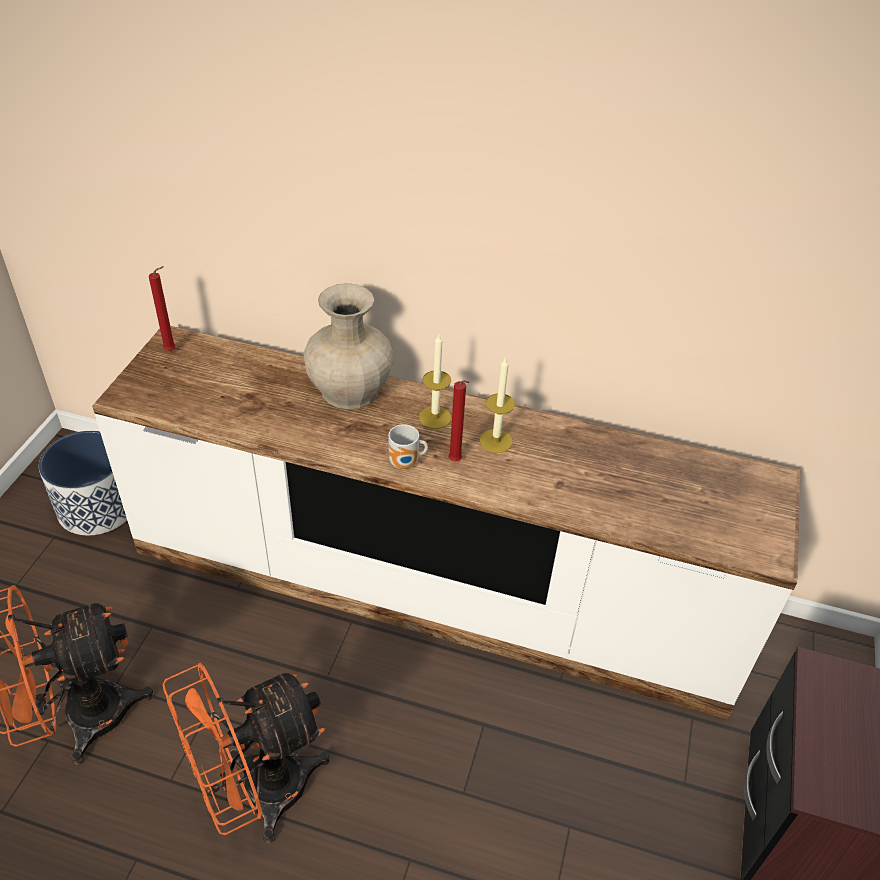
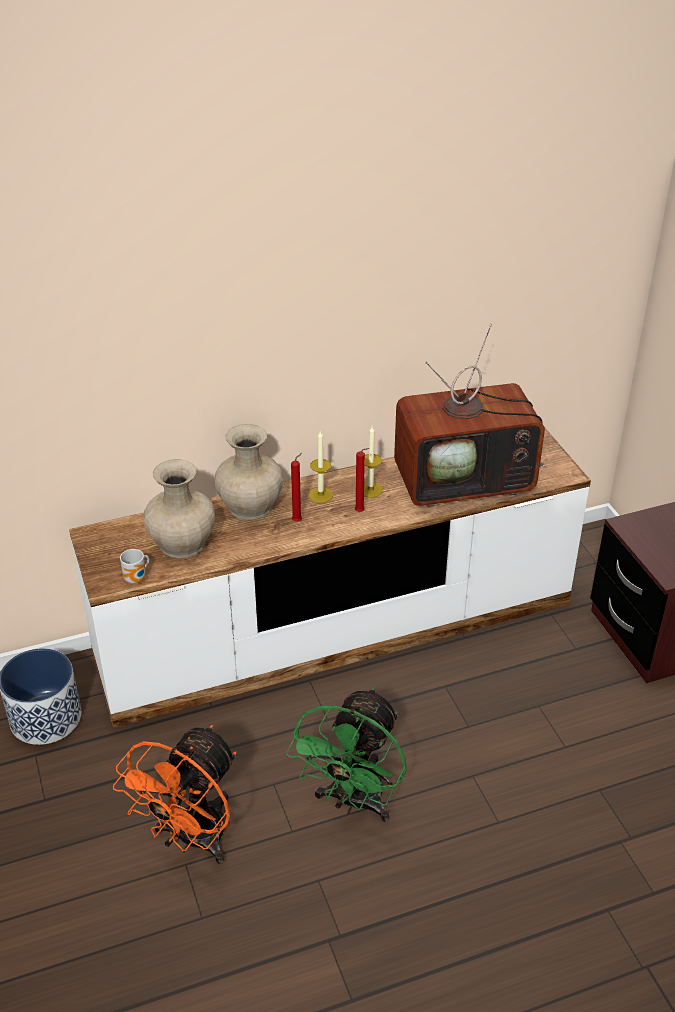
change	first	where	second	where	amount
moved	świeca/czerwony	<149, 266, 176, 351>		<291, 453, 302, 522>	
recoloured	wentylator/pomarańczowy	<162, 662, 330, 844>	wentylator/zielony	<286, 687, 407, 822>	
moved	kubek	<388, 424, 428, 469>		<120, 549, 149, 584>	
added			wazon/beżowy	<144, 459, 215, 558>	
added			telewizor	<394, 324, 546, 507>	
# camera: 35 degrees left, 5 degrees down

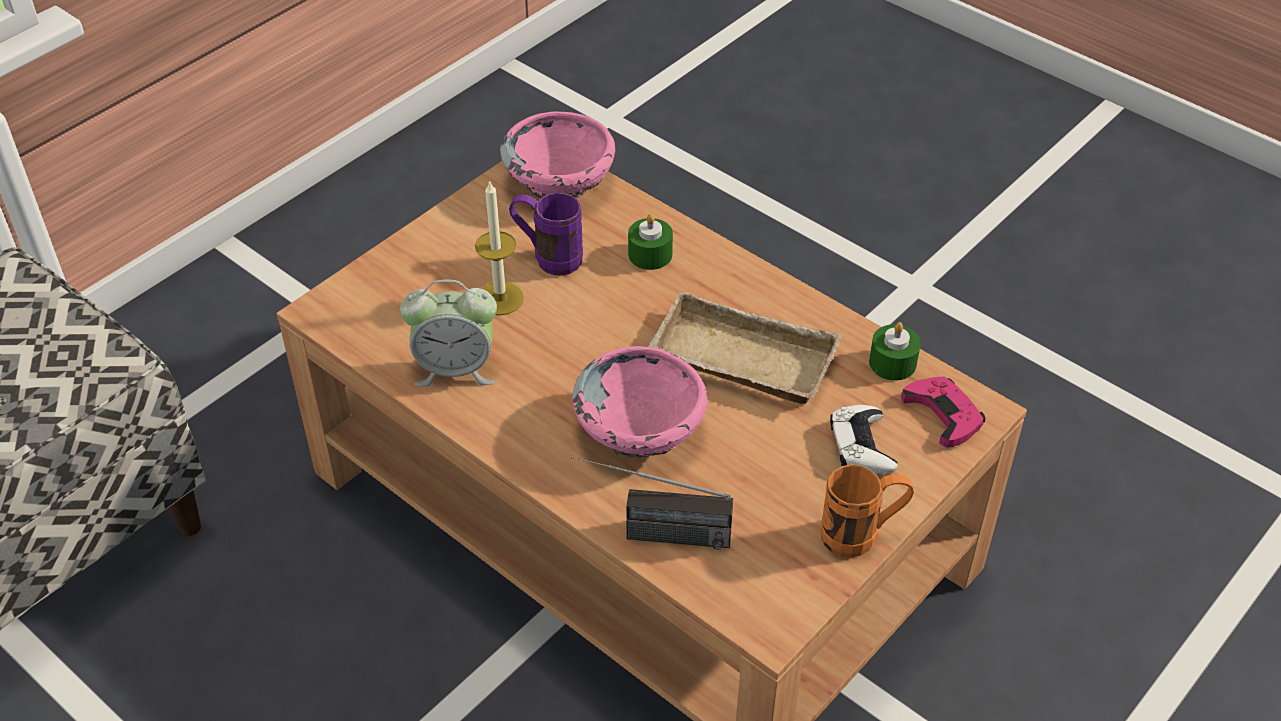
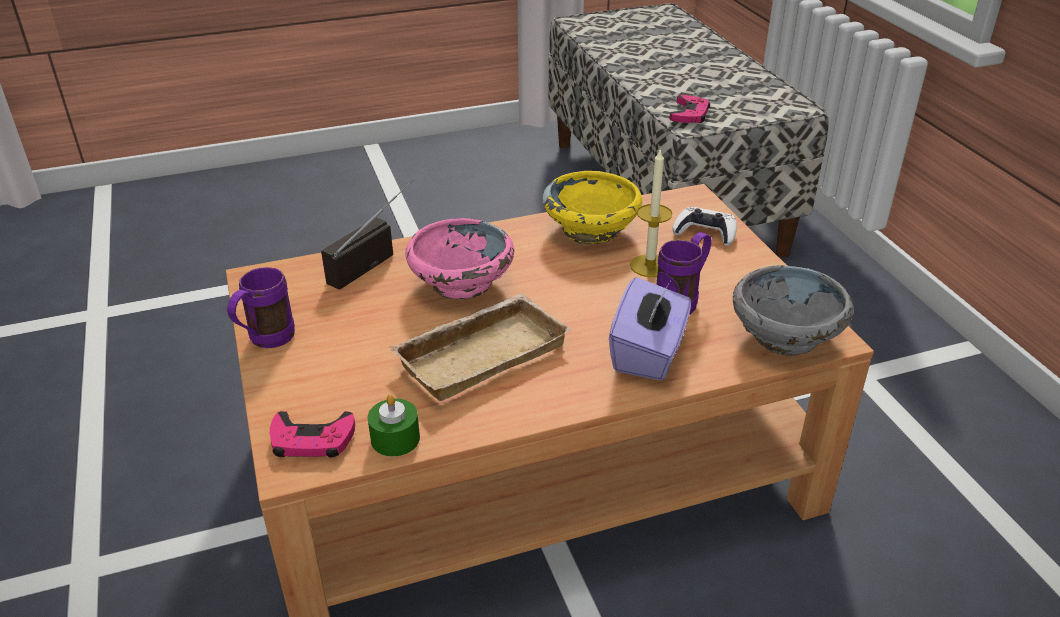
change	first	where	second	where	amount
replaced	budzik	<400, 279, 497, 386>	miska/żółty	<543, 171, 642, 244>	
recoloured	miska/różowy	<500, 111, 615, 199>	miska/szary	<733, 265, 854, 356>	
replaced	świeca/zielony	<628, 214, 673, 270>	pudełko chusteczek/fioletowy	<609, 277, 691, 381>	
recoloured	kubek/pomarańczowy	<821, 464, 914, 558>	kubek/fioletowy	<227, 267, 295, 348>	
moved	pad do gier/biały	<830, 405, 898, 474>		<673, 207, 737, 246>	
added			pad do gier/różowy	<669, 95, 710, 123>	
# camera: 120 degrees right, 10 degrees down

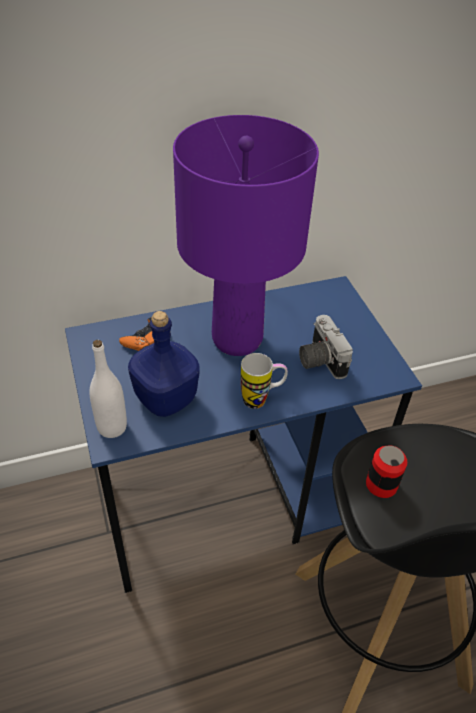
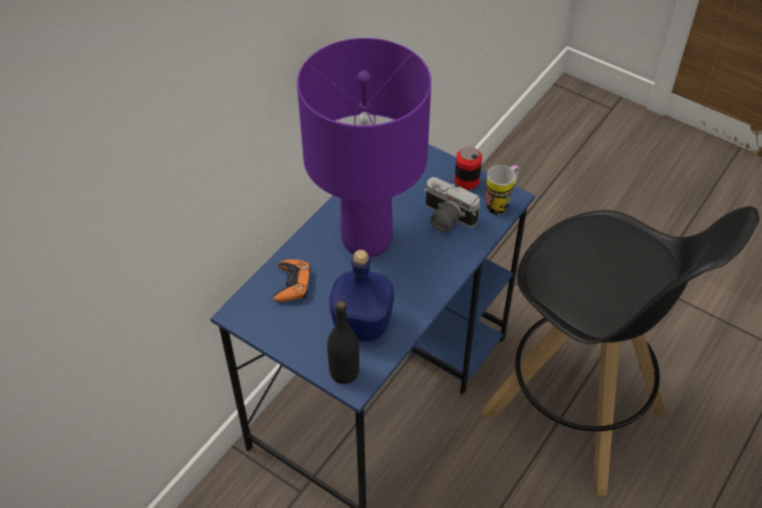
change	first	where	second	where	amount
recoloured	butelka/biały	<89, 340, 127, 438>	butelka/czarny	<327, 301, 359, 384>	
moved	kubek	<241, 353, 288, 409>		<486, 165, 520, 215>	
moved	puszka	<366, 445, 407, 498>		<454, 147, 482, 190>	
# camera: 35 degrees left, 5 degrees up

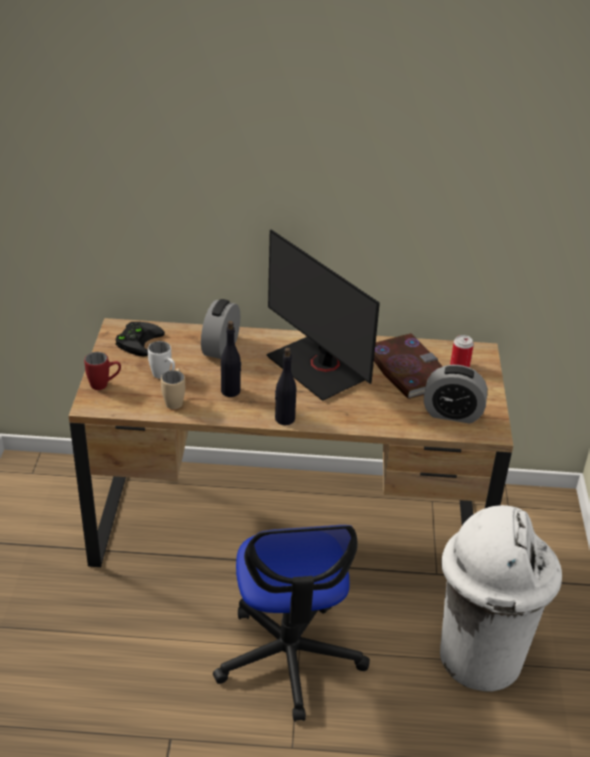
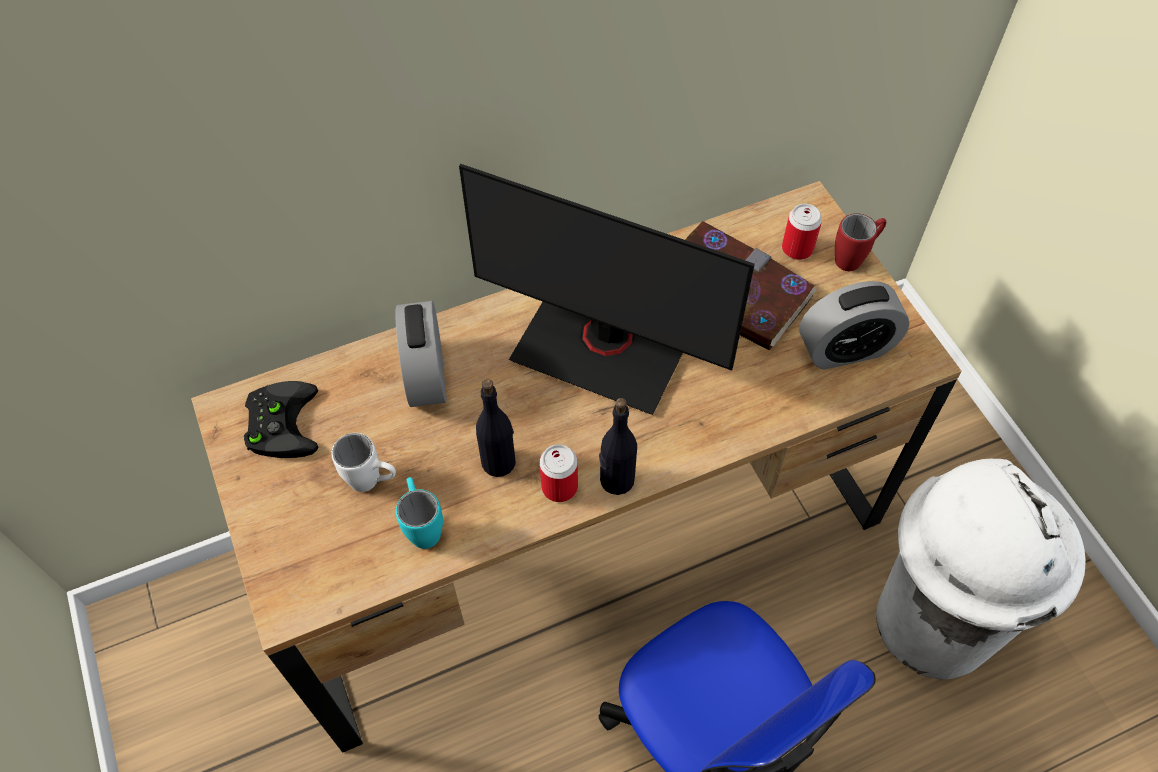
change	first	where	second	where	amount
moved	kubek/czerwony	<84, 352, 121, 390>		<835, 213, 886, 271>	
recoloured	kubek/beżowy	<161, 368, 185, 409>	kubek/turkusowy	<396, 477, 443, 549>	
added			puszka	<540, 444, 578, 502>	
# camera: 25 degrees left, 20 degrees up

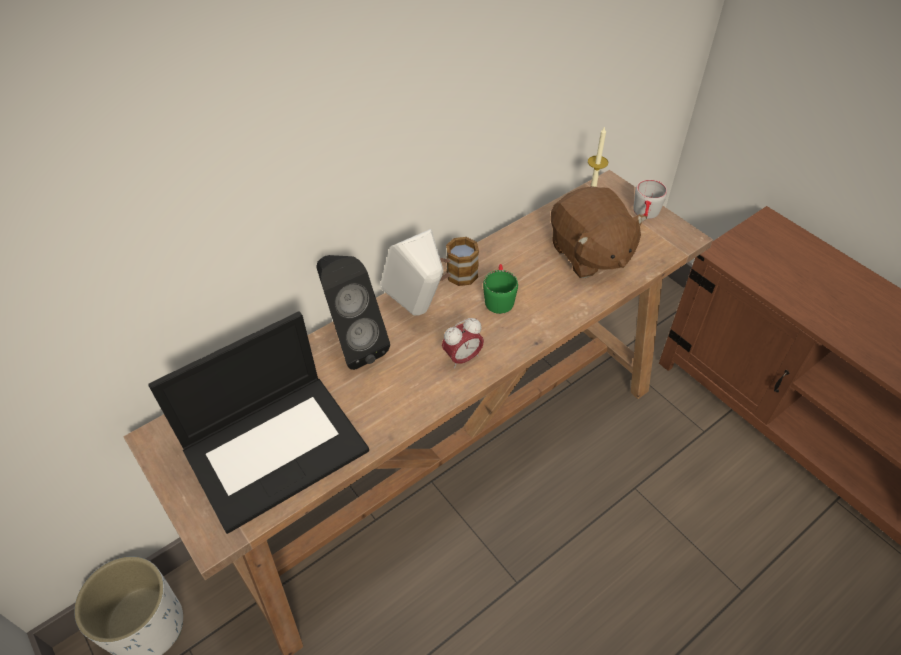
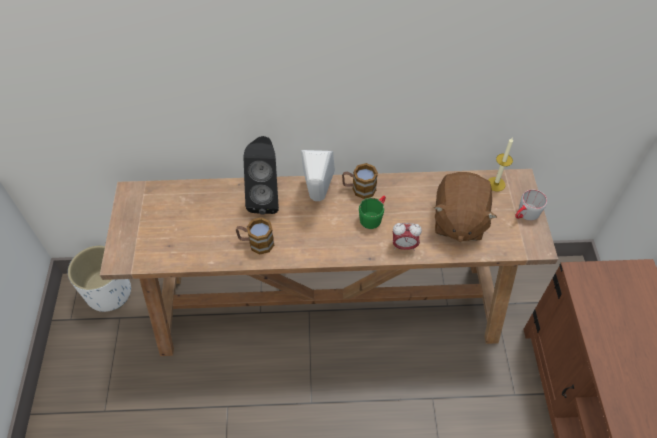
change	first	where	second	where	amount
removed	laptop	<148, 312, 369, 534>			
moved	budzik	<442, 318, 484, 369>		<392, 223, 422, 251>	
added			kubek	<236, 217, 274, 254>	
# camera: 35 degrees right, 5 degrees up

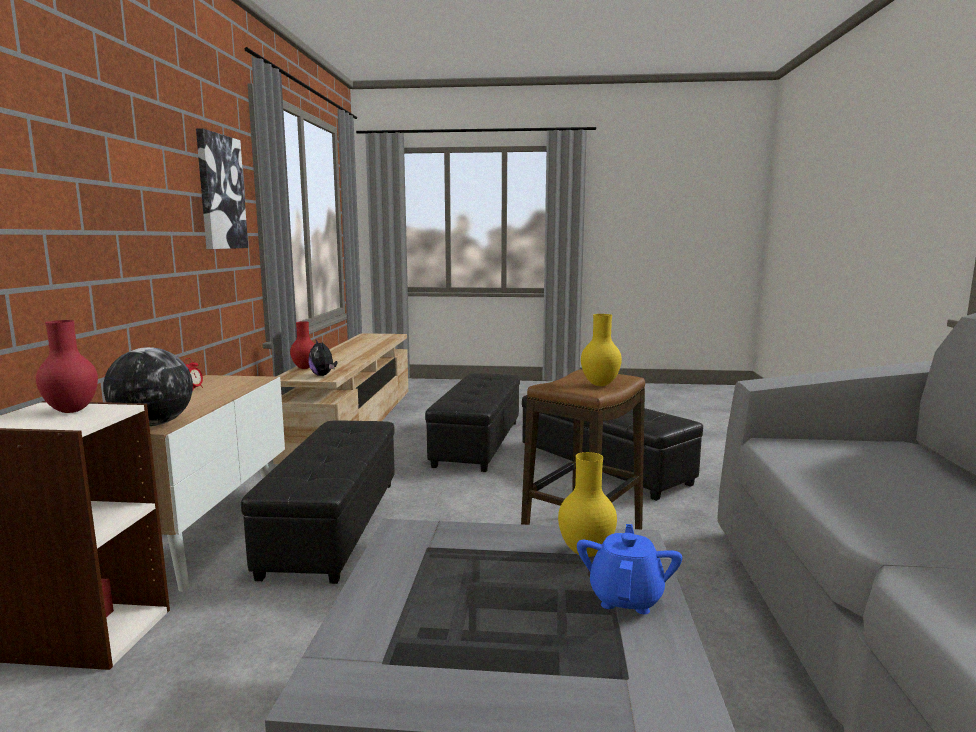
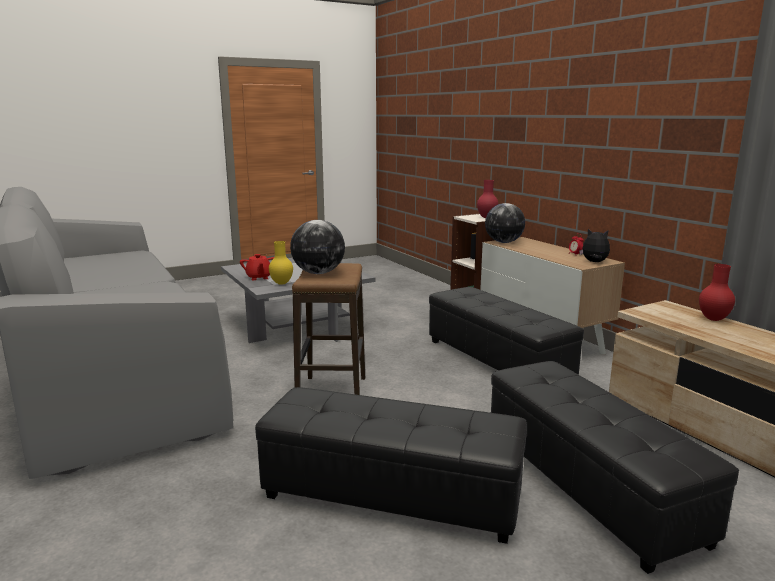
change	first	where	second	where	amount
removed	obraz	<196, 128, 248, 249>			
moved	pluszak	<308, 340, 338, 376>		<579, 229, 610, 262>	
recoloured	imbryk/niebieski	<577, 524, 682, 614>	imbryk/czerwony	<240, 254, 274, 280>	
replaced	wazon/żółty	<581, 314, 622, 386>	globus	<290, 220, 345, 274>	
# camera: 145 degrees right, 5 degrees up

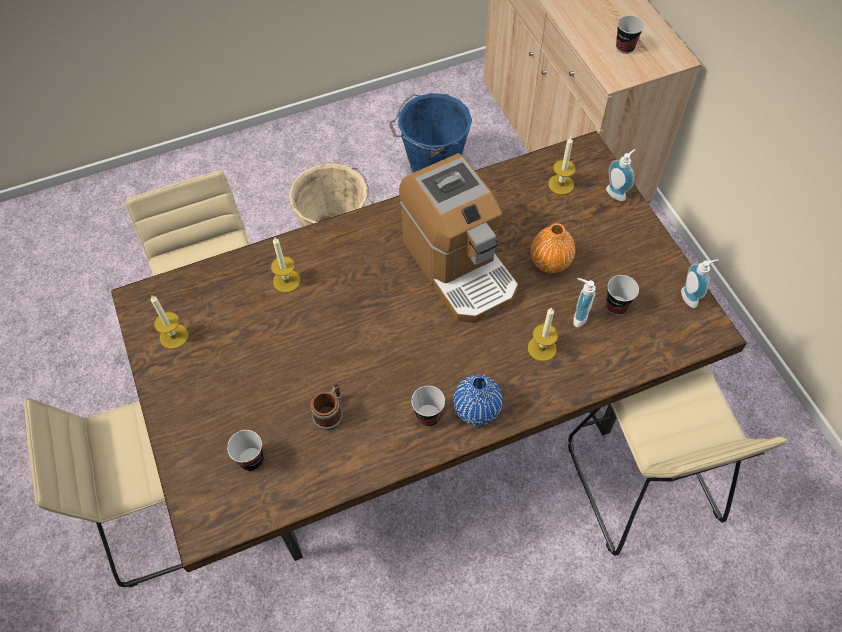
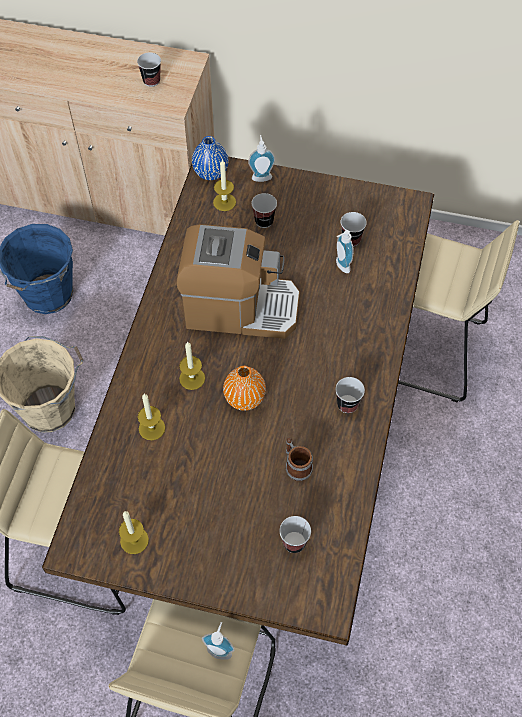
change	first	where	second	where	amount
moved	wazon/niebieski	<453, 375, 503, 426>		<192, 136, 228, 180>	
moved	świeca	<528, 307, 558, 361>		<179, 341, 205, 390>	
moved	wazon/pomarańczowy	<530, 223, 575, 273>		<223, 366, 266, 411>	
moved	dozownik mydła	<681, 259, 719, 308>		<202, 622, 235, 660>	
added			filiżanka	<251, 193, 277, 228>	
# camera: 55 degrees left, 0 degrees up

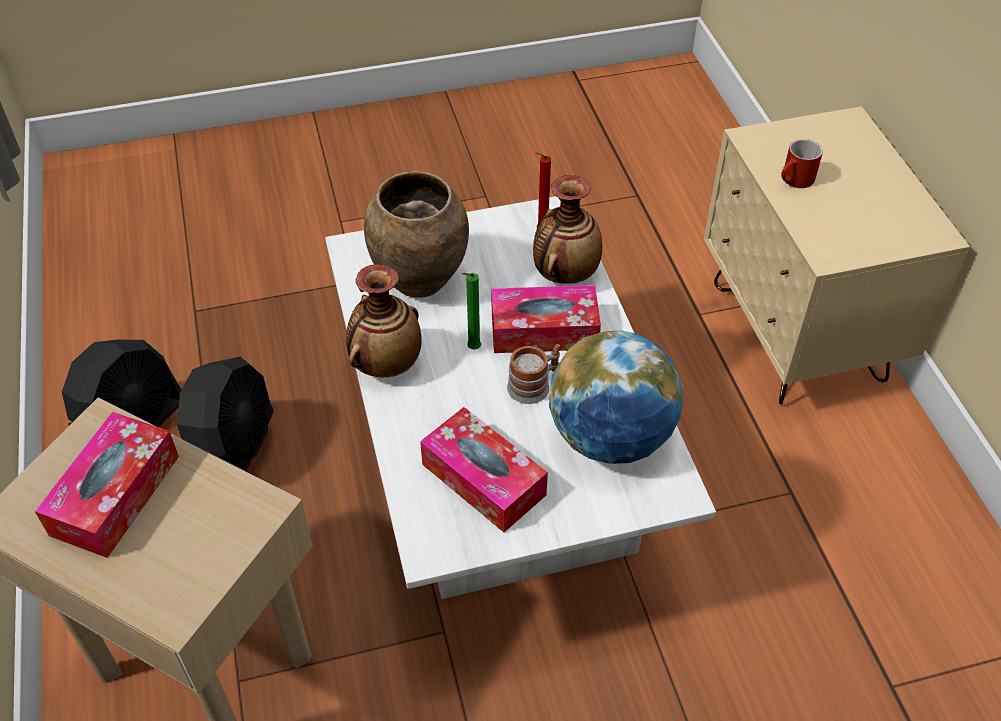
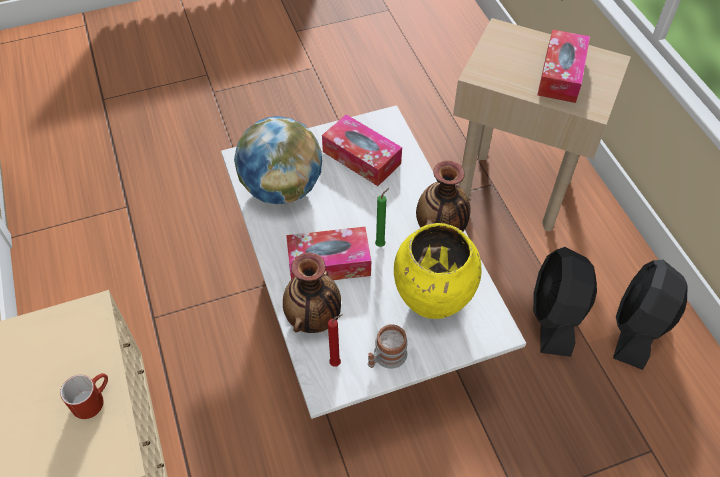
change	first	where	second	where	amount
recoloured	wazon/brązowy	<364, 171, 469, 298>	wazon/żółty	<394, 223, 482, 319>	
moved	kubek	<507, 344, 560, 404>		<368, 324, 408, 369>	
# camera: 175 degrees right, 5 degrees up

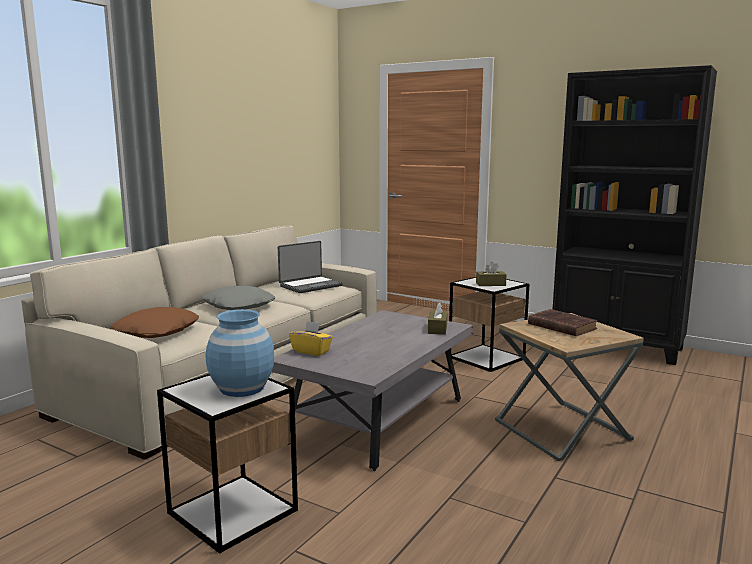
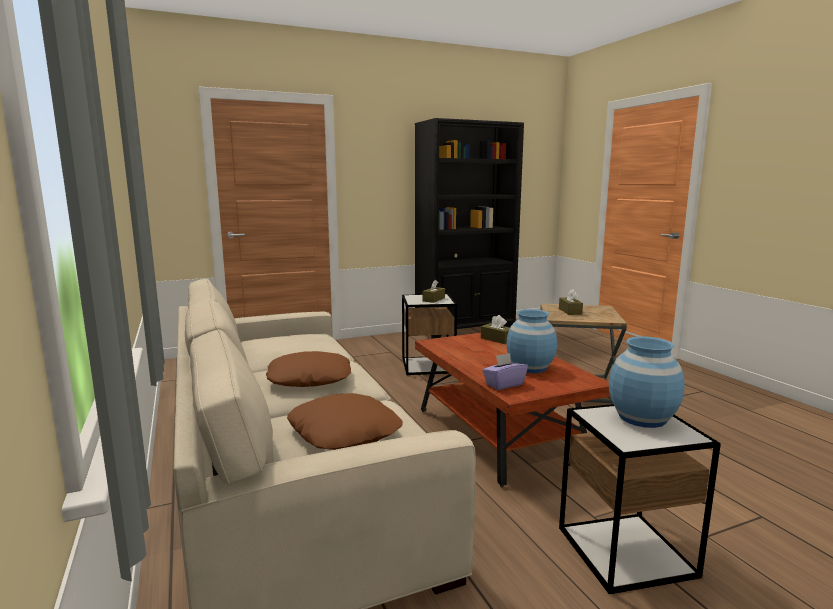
change	first	where	second	where	amount
recoloured	poduszka/szary	<202, 286, 275, 310>	poduszka/brązowy	<266, 351, 351, 387>	
recoloured	ława/szary	<272, 310, 473, 471>	ława/brązowy	<415, 333, 610, 487>	
removed	laptop	<278, 241, 343, 293>			
recoloured	pudełko chusteczek/żółty	<289, 321, 333, 356>	pudełko chusteczek/fioletowy	<482, 353, 528, 390>	
replaced	książka/brązowy	<528, 309, 598, 336>	pudełko chusteczek/brązowy	<559, 289, 583, 315>	
added			wazon/niebieski	<506, 309, 557, 373>	
# camera: 55 degrees left, 0 degrees up

